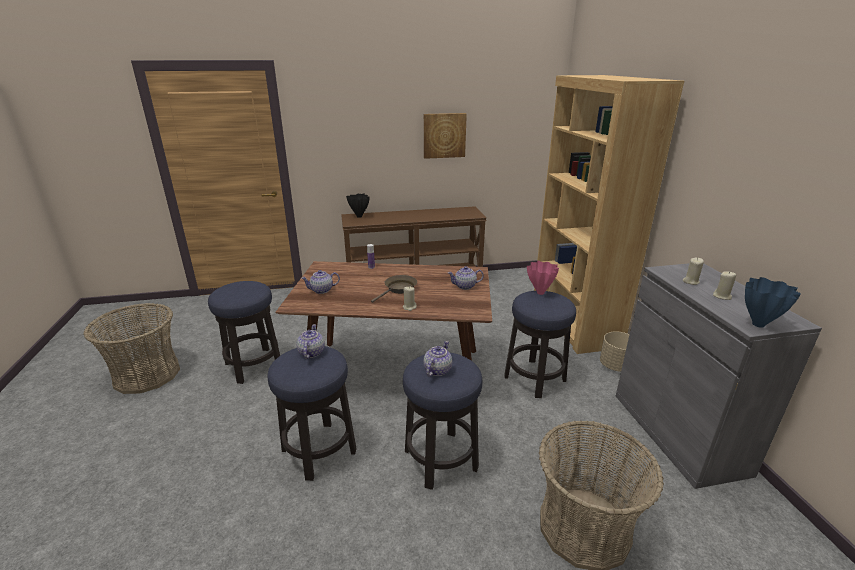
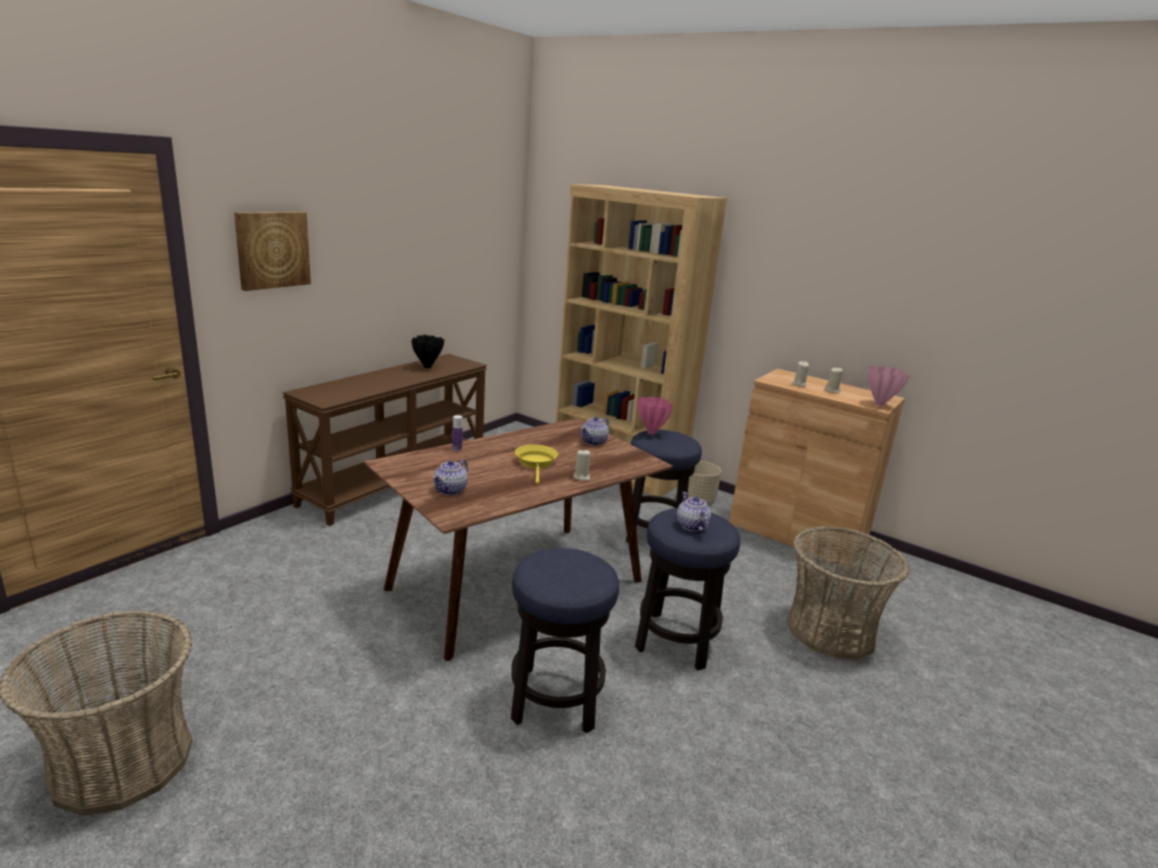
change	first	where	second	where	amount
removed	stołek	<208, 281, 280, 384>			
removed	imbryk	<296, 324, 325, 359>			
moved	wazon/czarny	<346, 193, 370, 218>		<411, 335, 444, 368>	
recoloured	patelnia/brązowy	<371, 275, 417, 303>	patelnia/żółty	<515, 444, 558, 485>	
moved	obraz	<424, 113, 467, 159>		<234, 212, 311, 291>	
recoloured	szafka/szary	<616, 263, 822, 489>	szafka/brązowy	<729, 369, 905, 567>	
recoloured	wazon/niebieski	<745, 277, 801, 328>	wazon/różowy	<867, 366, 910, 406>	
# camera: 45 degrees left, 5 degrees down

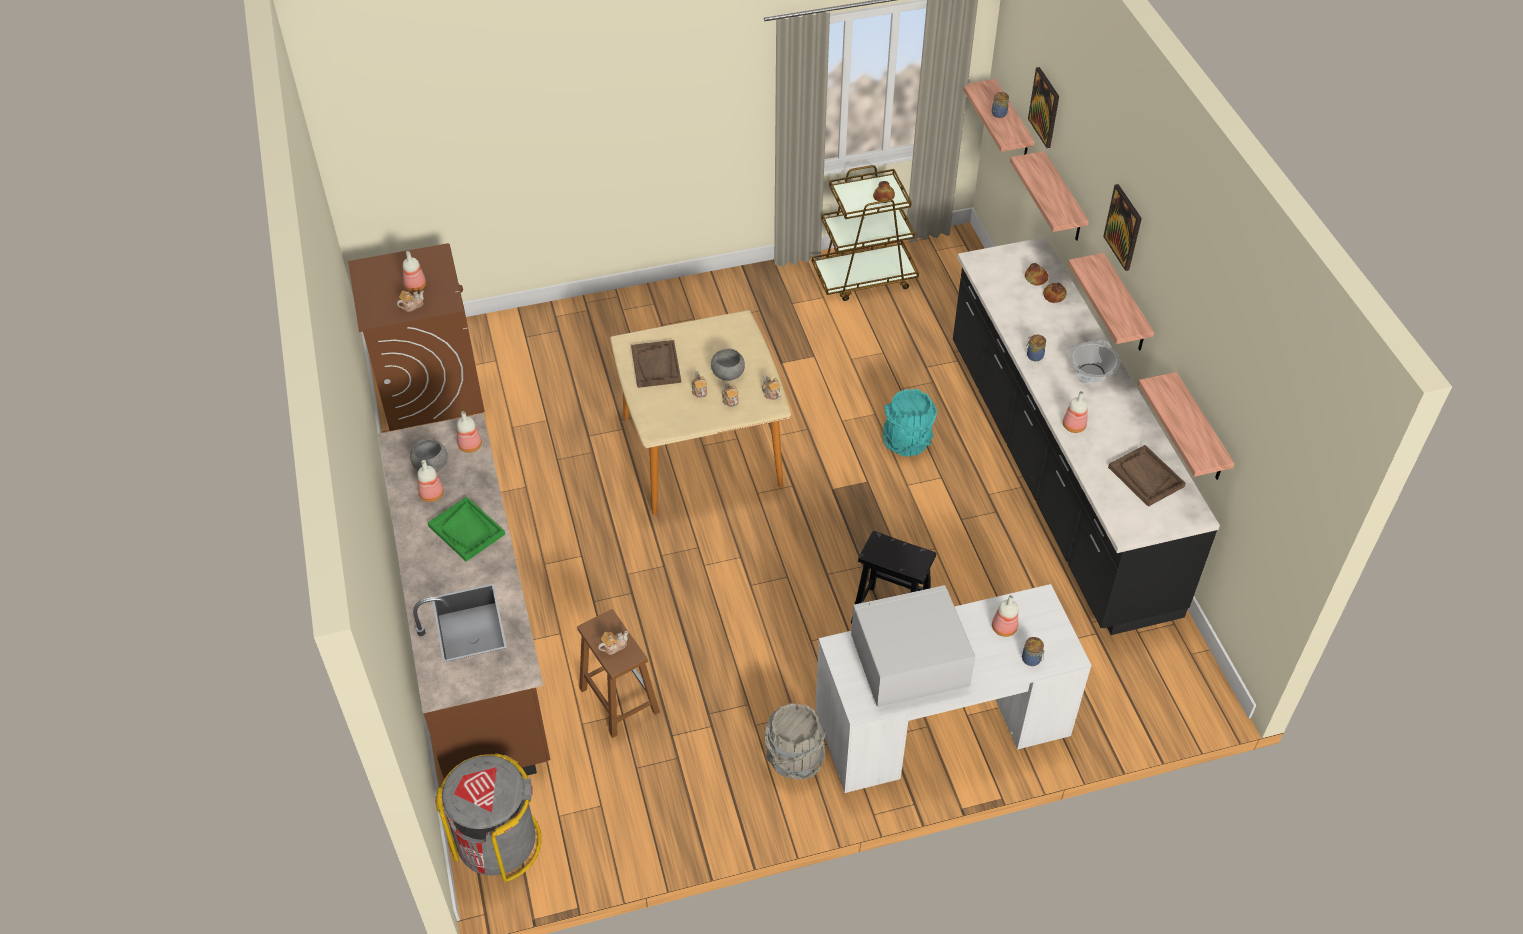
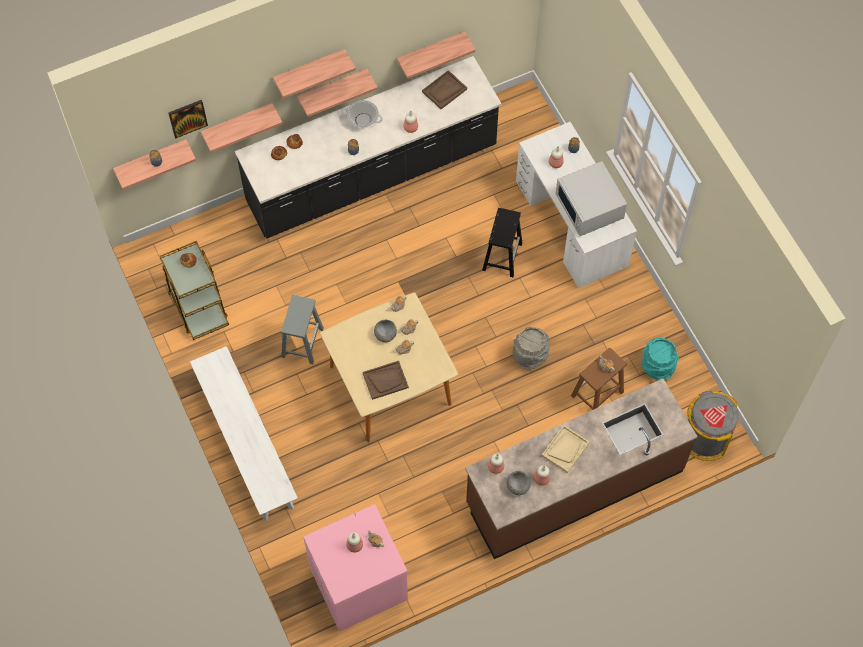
change	first	where	second	where	amount
recoloured	pralka/brązowy	<348, 243, 484, 431>	pralka/różowy	<303, 504, 408, 632>	
recoloured	taca/zielony	<428, 496, 505, 562>	taca/beżowy	<542, 425, 590, 473>	
moved	wiadro/szary	<765, 704, 827, 780>		<513, 327, 550, 370>	
moved	wiadro/turkusowy	<883, 389, 937, 457>		<641, 338, 679, 381>	
replaced	obraz	<1103, 184, 1142, 271>	półka	<273, 49, 356, 99>	
added			ławka/biały	<190, 346, 298, 522>	
added			stołek/szary	<281, 295, 324, 364>	
# camera: 100 degrees left, 15 degrees up

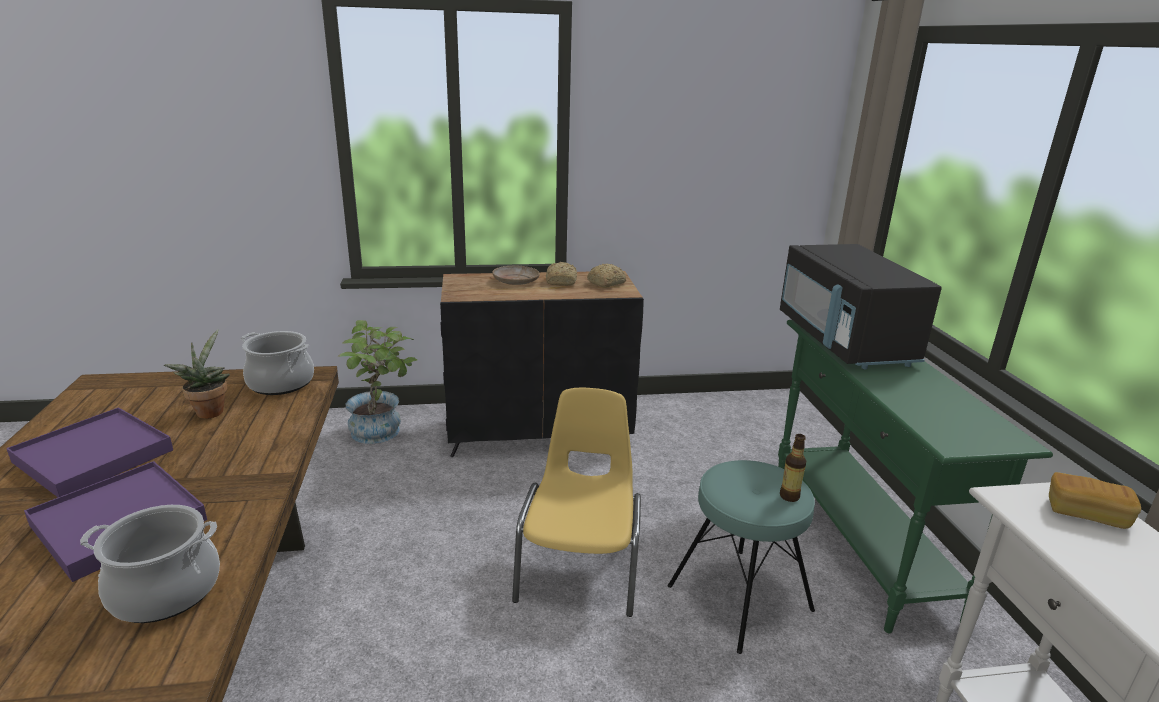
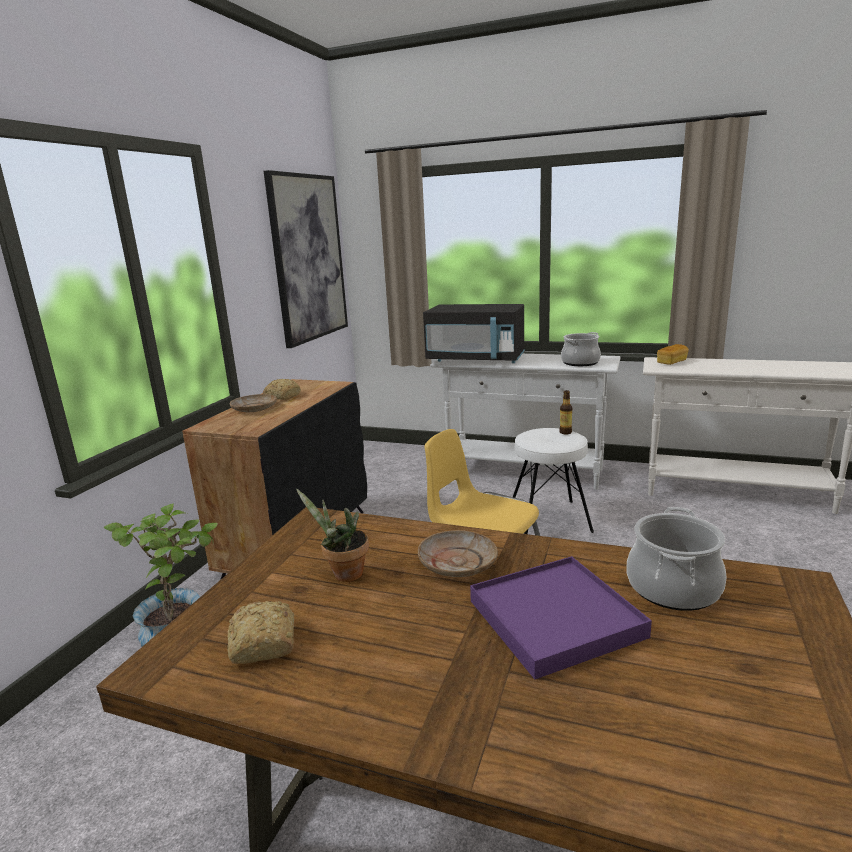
change	first	where	second	where	amount
removed	taca/fioletowy	<6, 407, 173, 497>			
moved	garnek	<240, 331, 314, 395>		<561, 332, 601, 366>	
moved	chleb	<587, 263, 626, 288>		<227, 601, 294, 664>	
recoloured	stołek/turkusowy	<668, 460, 815, 654>	stołek/biały	<513, 428, 594, 534>	
recoloured	stolik konsolowy/zielony	<778, 320, 1053, 633>	stolik konsolowy/biały	<430, 354, 621, 489>	
added			obraz	<264, 170, 348, 348>	
added			talerz/beżowy	<418, 530, 498, 577>	
# camera: 60 degrees left, 5 degrees down

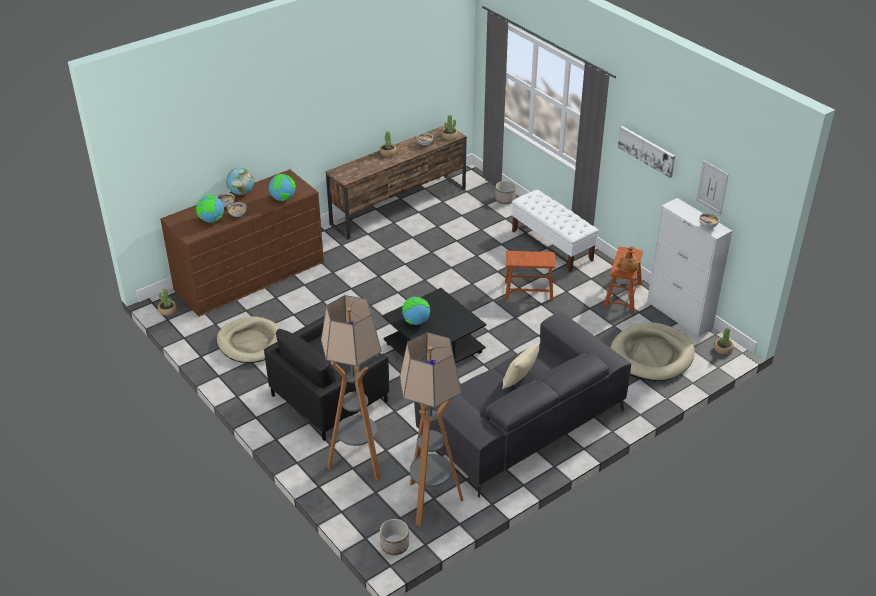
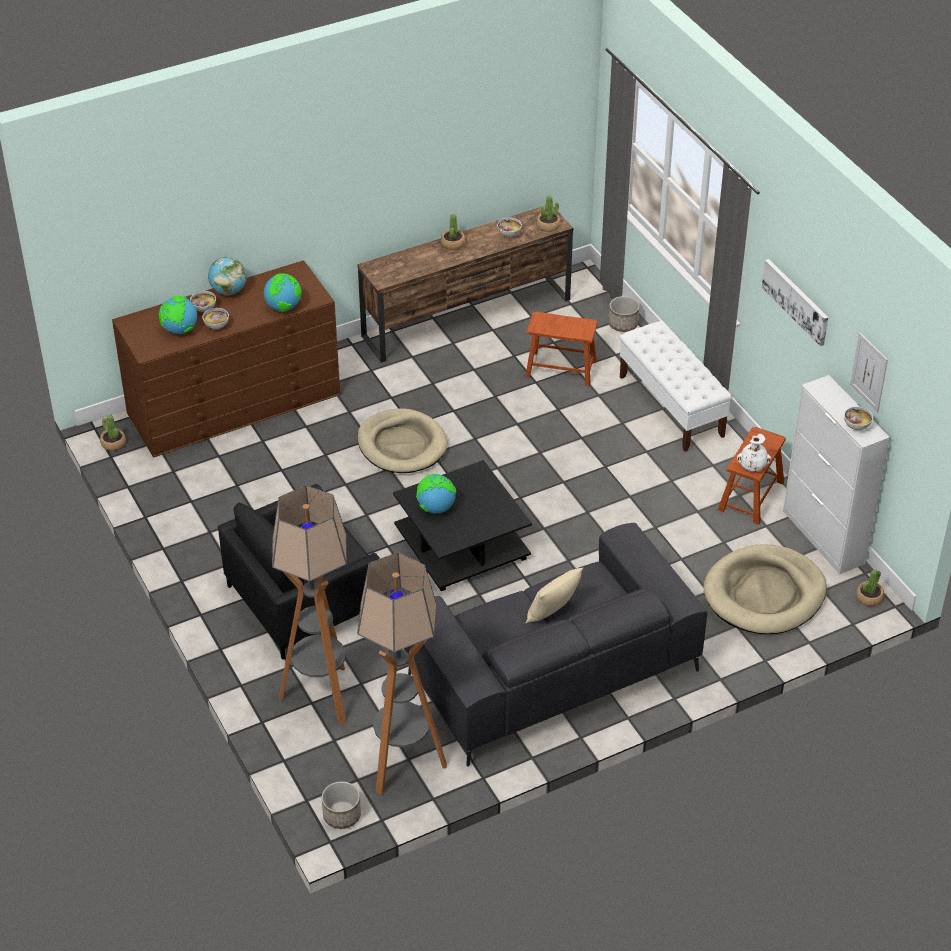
change	first	where	second	where	amount
moved	legowisko/beżowy	<217, 316, 281, 363>		<357, 408, 448, 473>	
moved	stołek/brązowy	<505, 251, 556, 301>		<526, 312, 598, 386>	
recoloured	wazon/brązowy	<617, 246, 640, 273>	wazon/biały	<737, 434, 771, 472>	
# camera: 10 degrees right, 5 degrees up

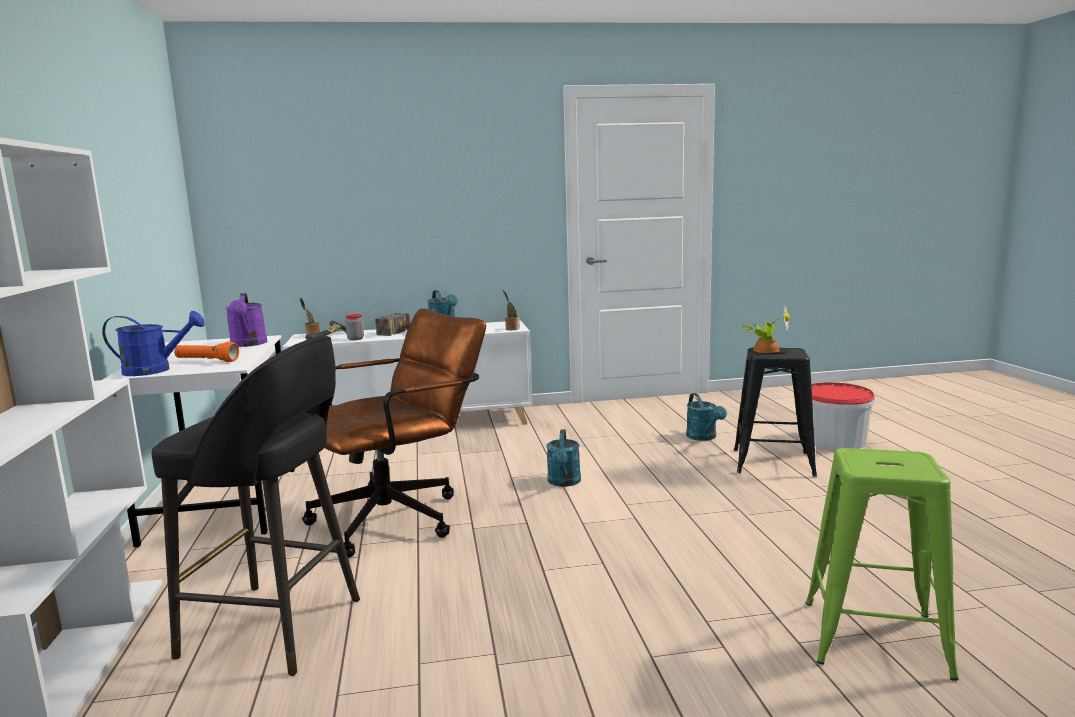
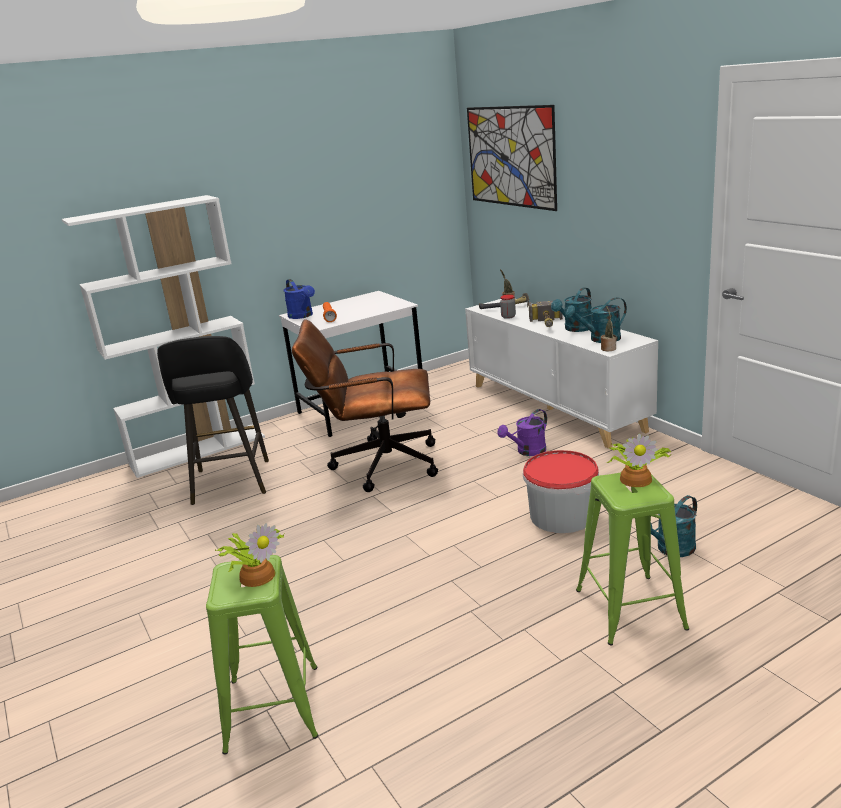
change	first	where	second	where	amount
moved	konewka/fioletowy	<225, 293, 267, 347>		<498, 409, 547, 456>	
turned	krzesło biurowe/brązowy	<302, 308, 486, 558>		<292, 319, 438, 492>	150 degrees clockwise
moved	konewka/turkusowy	<546, 430, 581, 487>		<565, 297, 627, 343>	
recoloured	stołek/czarny	<734, 347, 817, 477>	stołek/zielony	<576, 473, 689, 646>	
moved	wiadro	<811, 382, 875, 450>		<523, 450, 599, 533>	
added			roślina doniczkowa	<215, 523, 284, 587>	
added			obraz	<467, 105, 557, 211>	
# camera: 70 degrees right, 10 degrees up

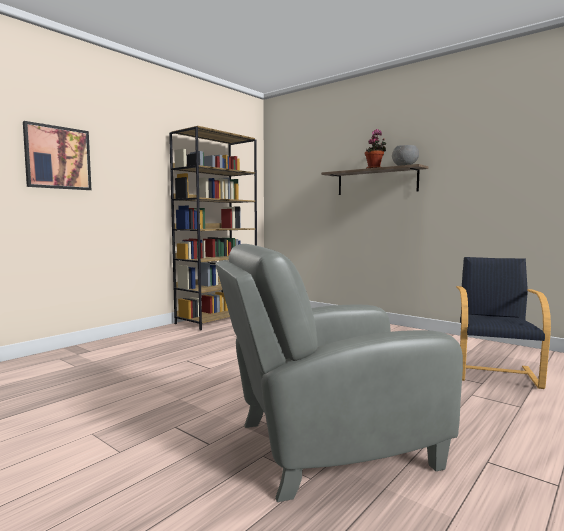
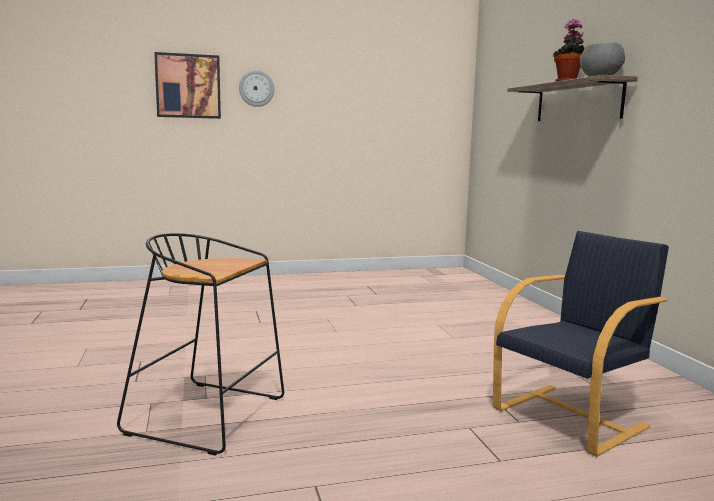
change	first	where	second	where	amount
removed	regał/brązowy	<169, 126, 257, 331>			
replaced	fotel/szary	<215, 244, 463, 502>	stołek/czarny	<117, 233, 284, 456>	
added			zegar ścienny	<239, 70, 275, 107>	
# camera: 35 degrees right, 5 degrees up

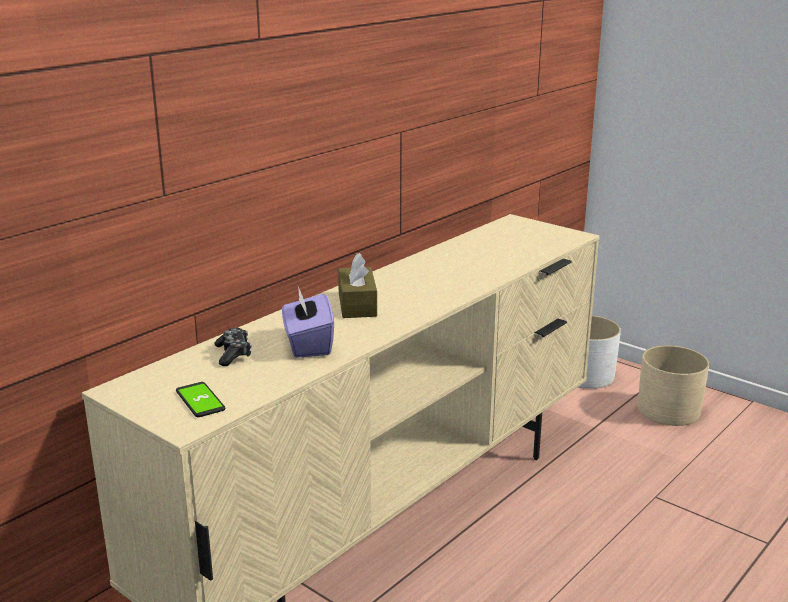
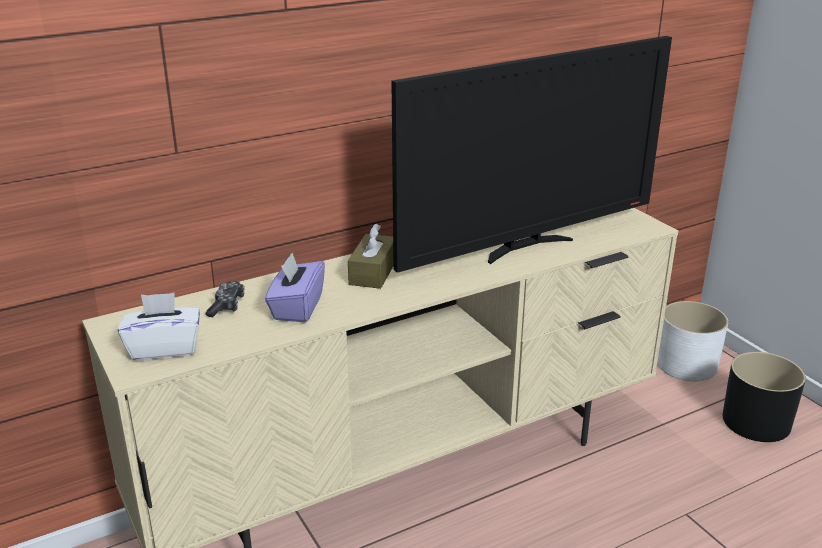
change	first	where	second	where	amount
replaced	telefon	<176, 382, 225, 417>	pudełko chusteczek/biały	<118, 293, 200, 360>	
recoloured	donica/beżowy	<638, 345, 709, 426>	donica/czarny	<723, 352, 806, 442>	
added			telewizor	<391, 36, 672, 273>	
# camera: 20 degrees right, 5 degrees up

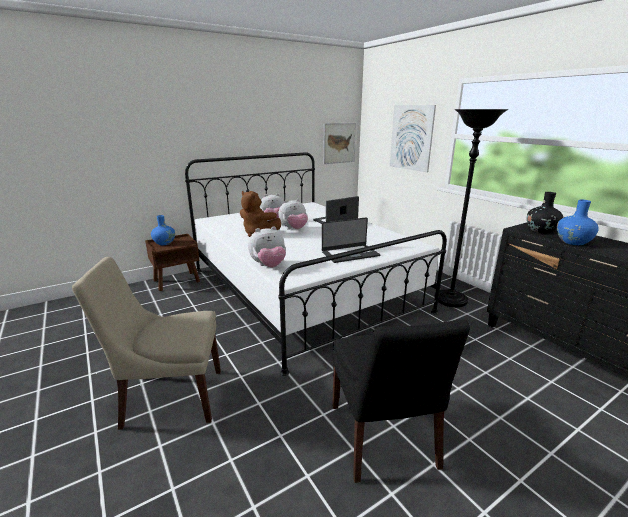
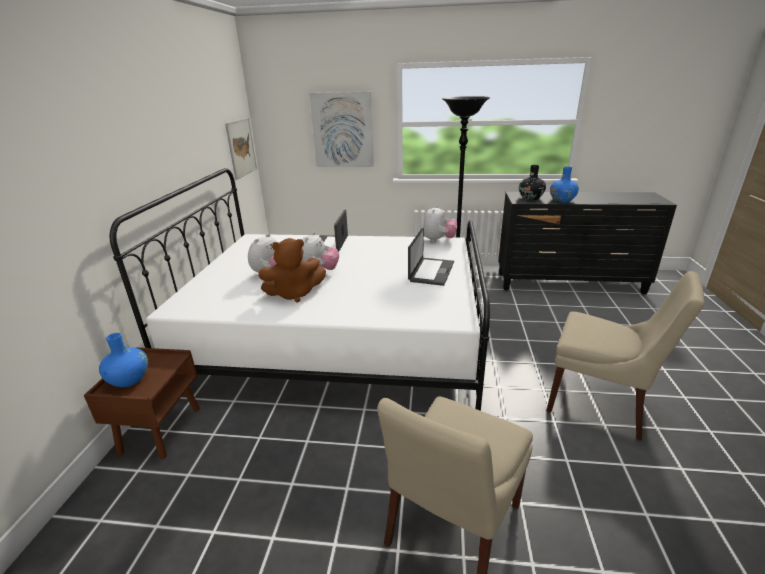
change	first	where	second	where	amount
moved	pluszak	<248, 226, 286, 267>		<423, 205, 457, 242>	
recoloured	krzesło/czarny	<332, 319, 470, 483>	krzesło/beżowy	<546, 271, 704, 441>	
# camera: 50 degrees left, 5 degrees up

